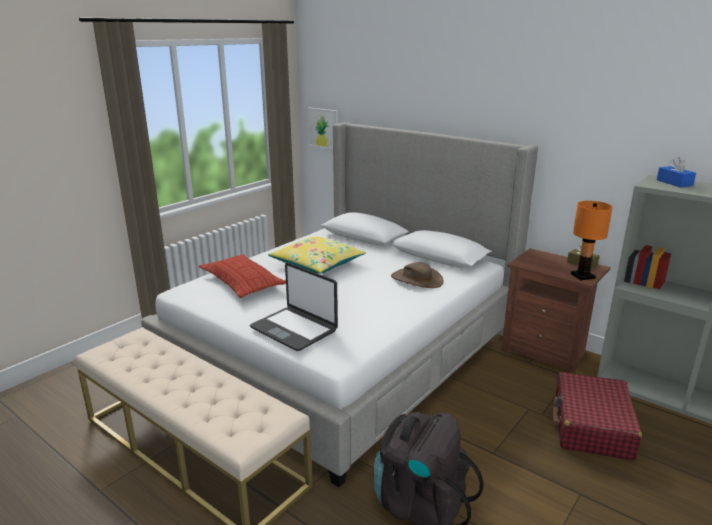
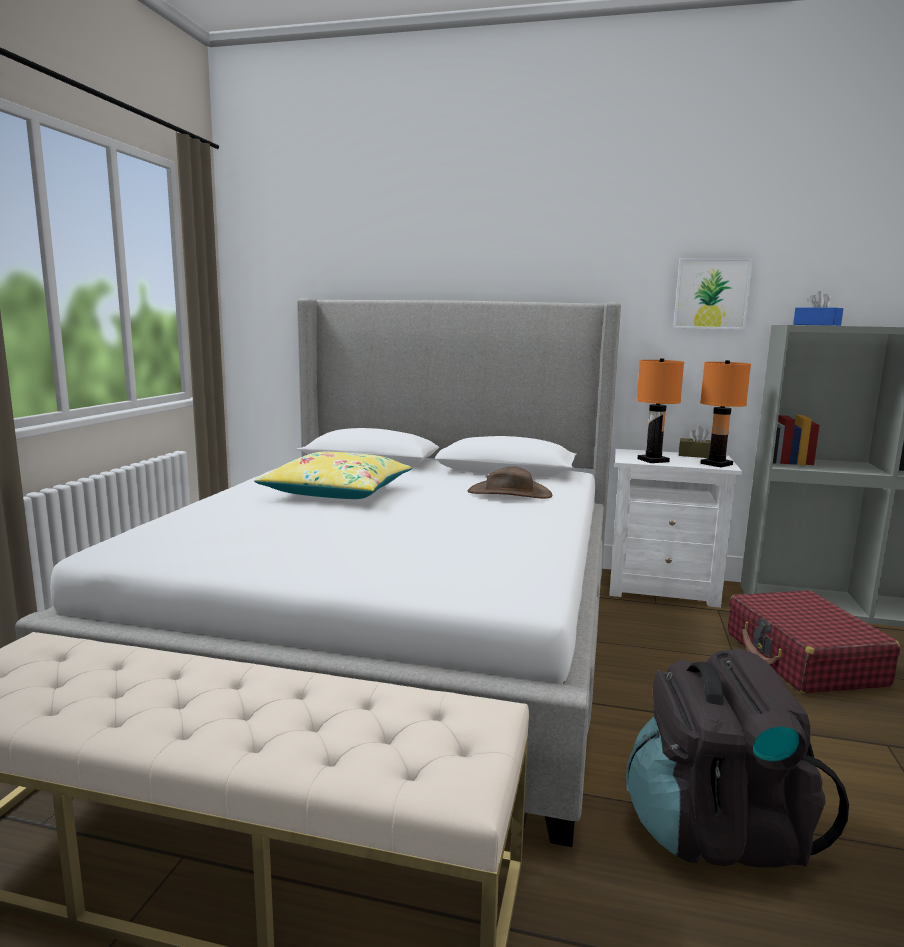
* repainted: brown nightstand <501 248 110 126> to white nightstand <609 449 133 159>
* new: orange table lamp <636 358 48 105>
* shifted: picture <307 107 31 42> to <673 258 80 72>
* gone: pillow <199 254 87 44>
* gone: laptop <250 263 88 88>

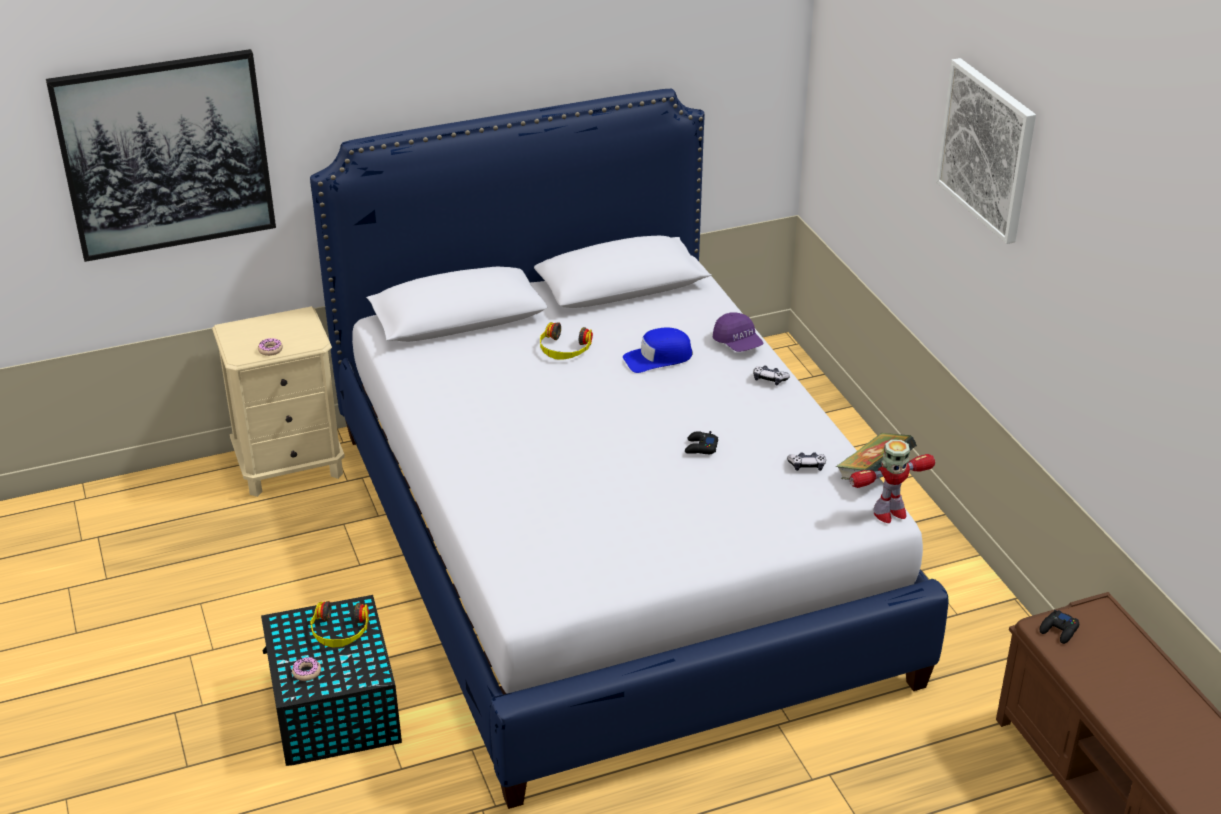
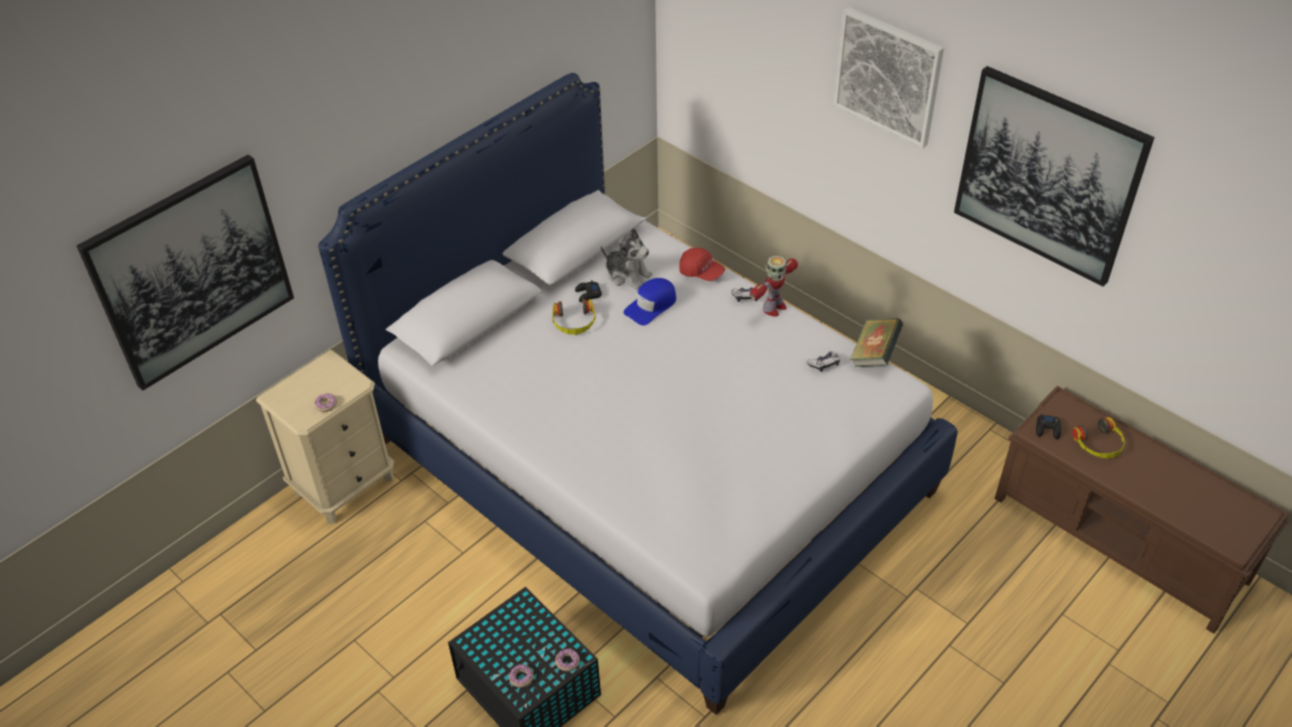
* new: donut <555 649 25 22>
* shifted: black game controller <685 431 33 23> to <575 280 27 22>
* new: plush toy <600 228 52 62>
* repainted: purple cap <713 312 51 40> to red cap <679 248 46 33>
* shifted: toy robot <850 440 85 83> to <750 256 48 60>
* new: picture <954 66 200 221>
* shifted: headphones <311 601 58 47> to <1073 417 52 42>

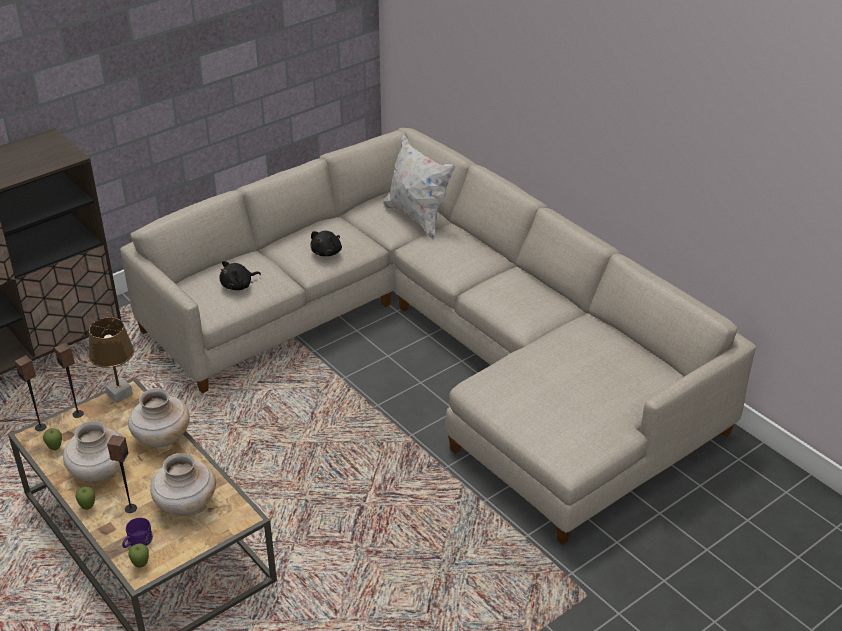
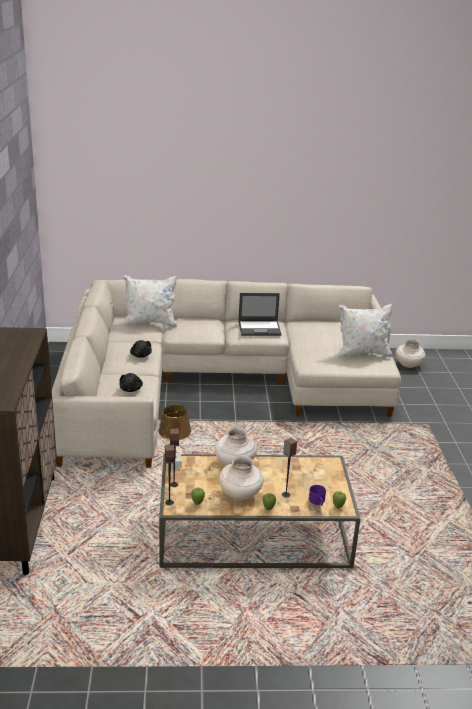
* new: laptop <239 293 42 43>
* new: white pillow <338 303 55 56>
* shifted: beige vase <150 453 66 63> to <395 339 31 29>

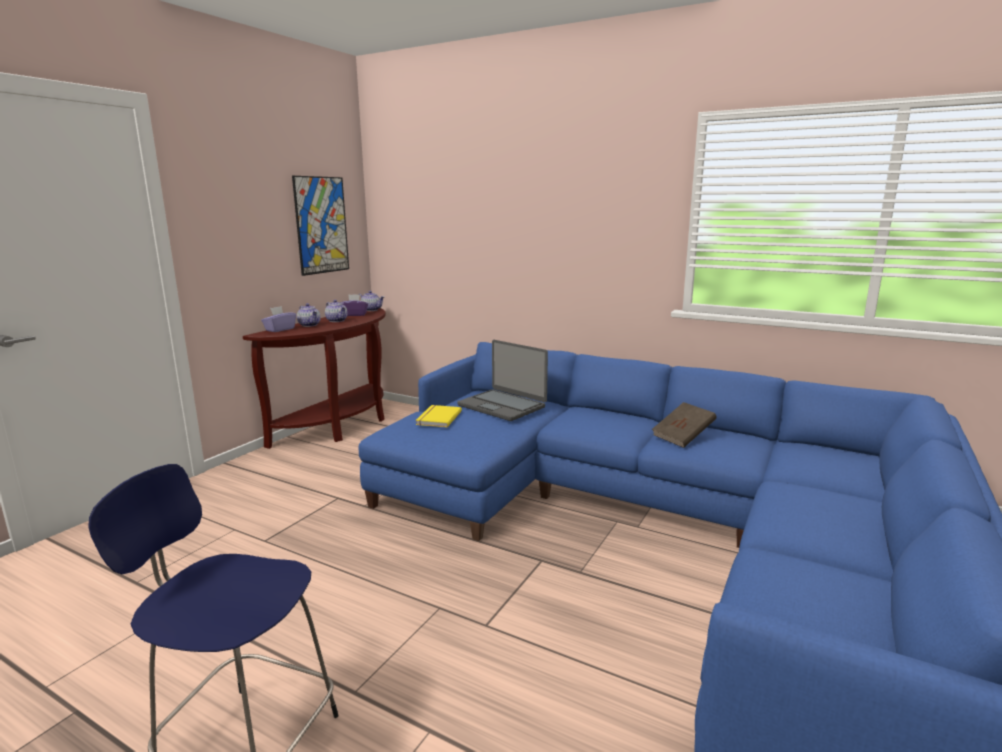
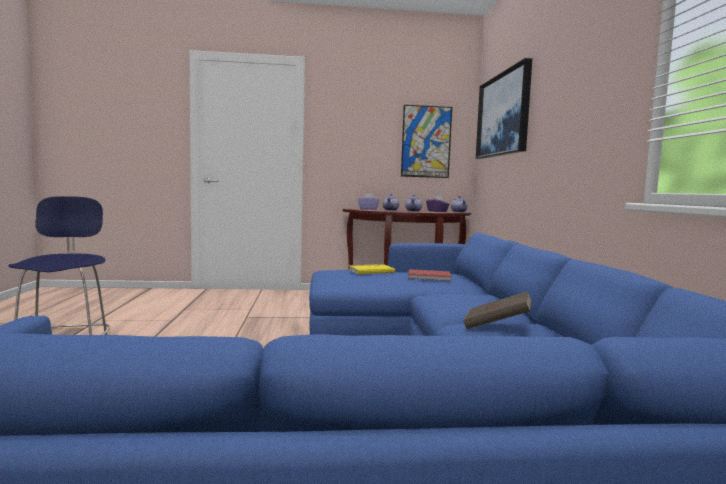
* swapped: laptop <457 340 91 81> to red book <408 269 43 12>
* new: picture <476 58 56 101>

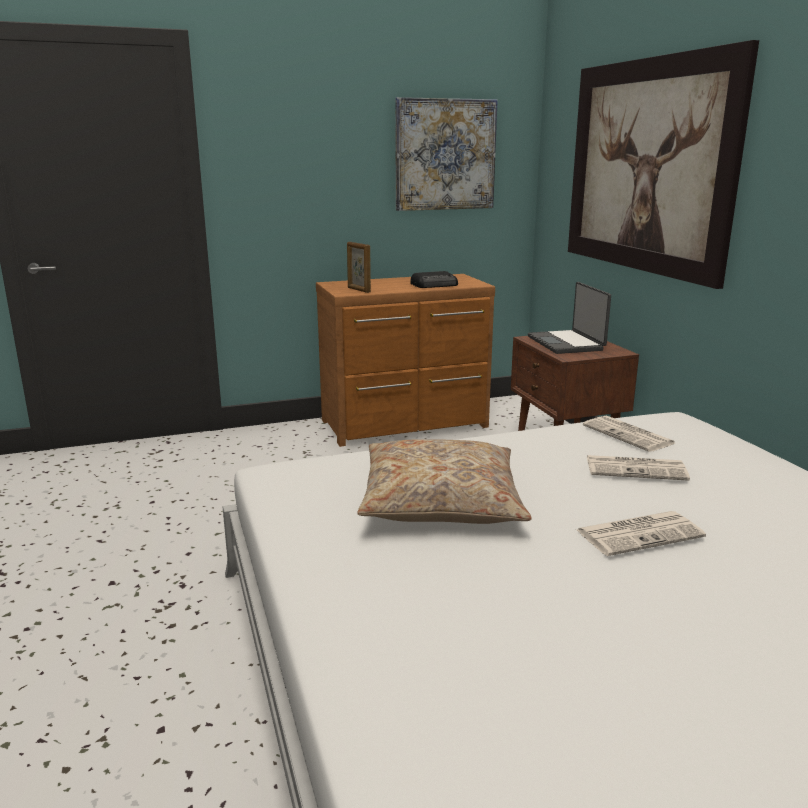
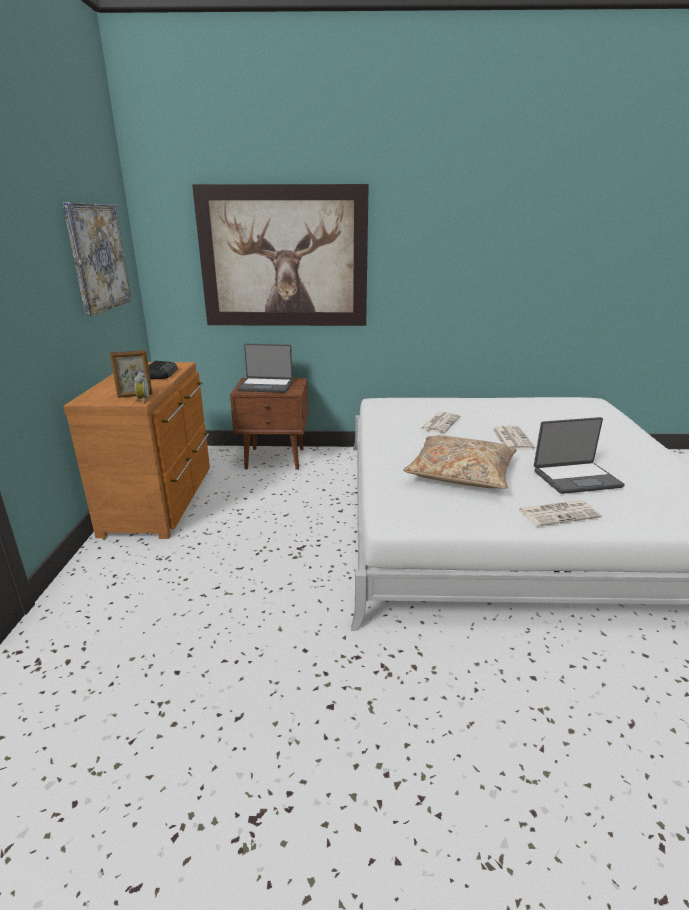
* new: alarm clock <134 372 15 31>
* shifted: newspaper <583 416 94 36> to <518 500 84 26>
* new: laptop <534 417 91 77>

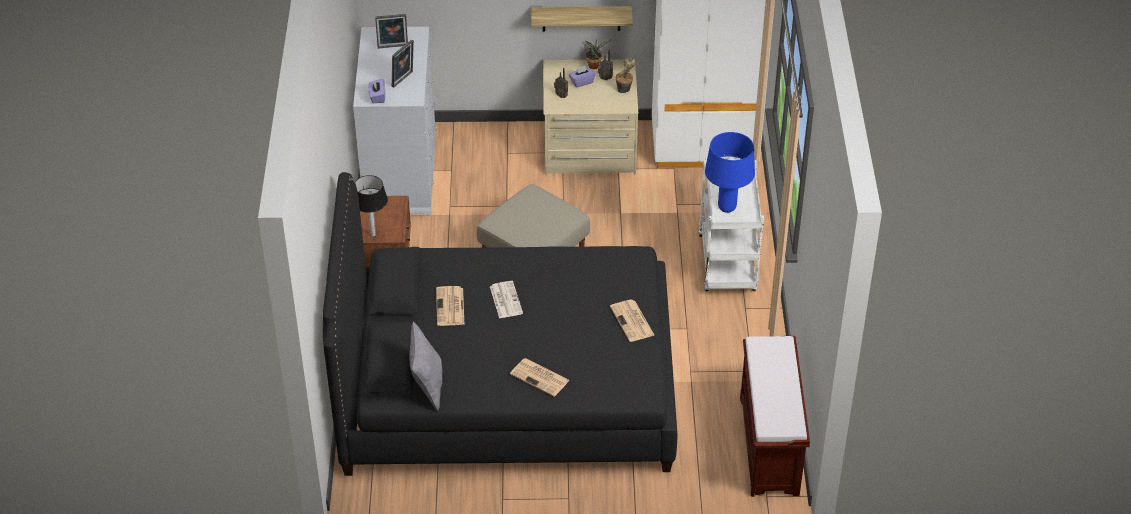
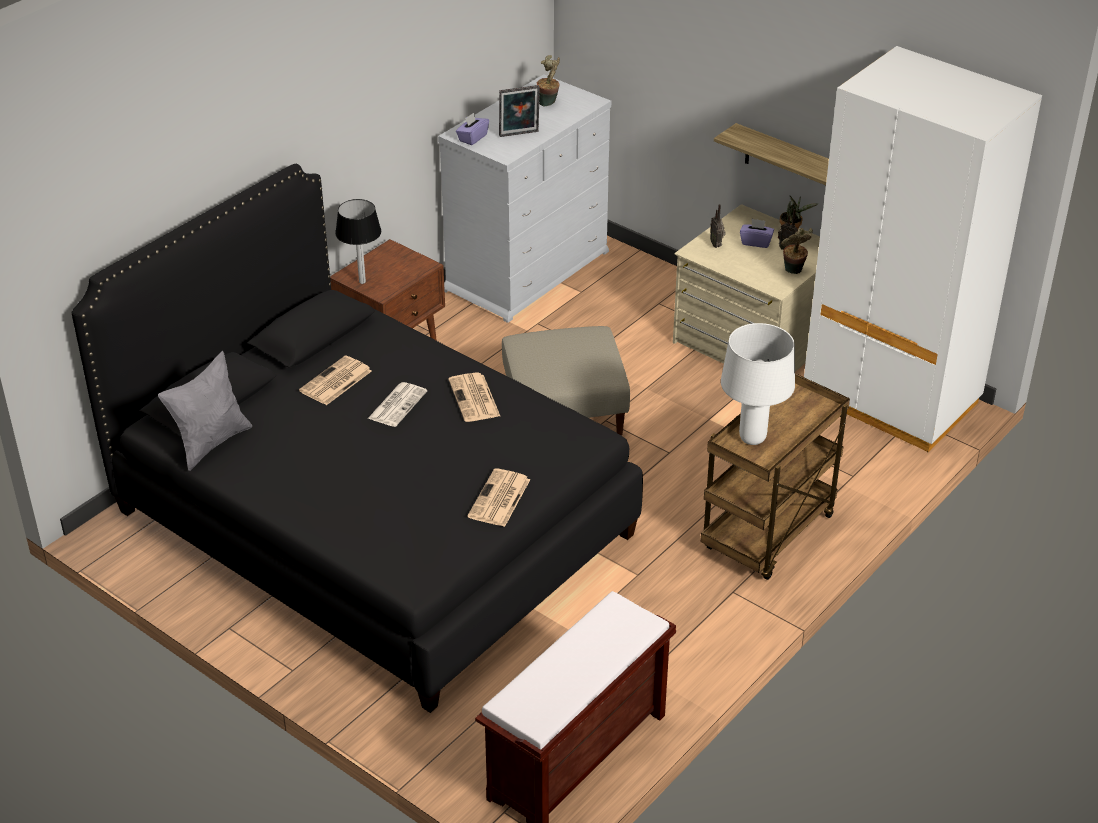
* shifted: newspaper <510 358 60 39> to <448 372 52 50>
* swapped: picture frame <375 14 33 35> to potted plant <537 55 23 52>
* repainted: white cart <699 156 65 135> to brown cart <700 373 150 207>
* repainted: blue table lamp <705 132 50 81> to white table lamp <721 323 74 122>

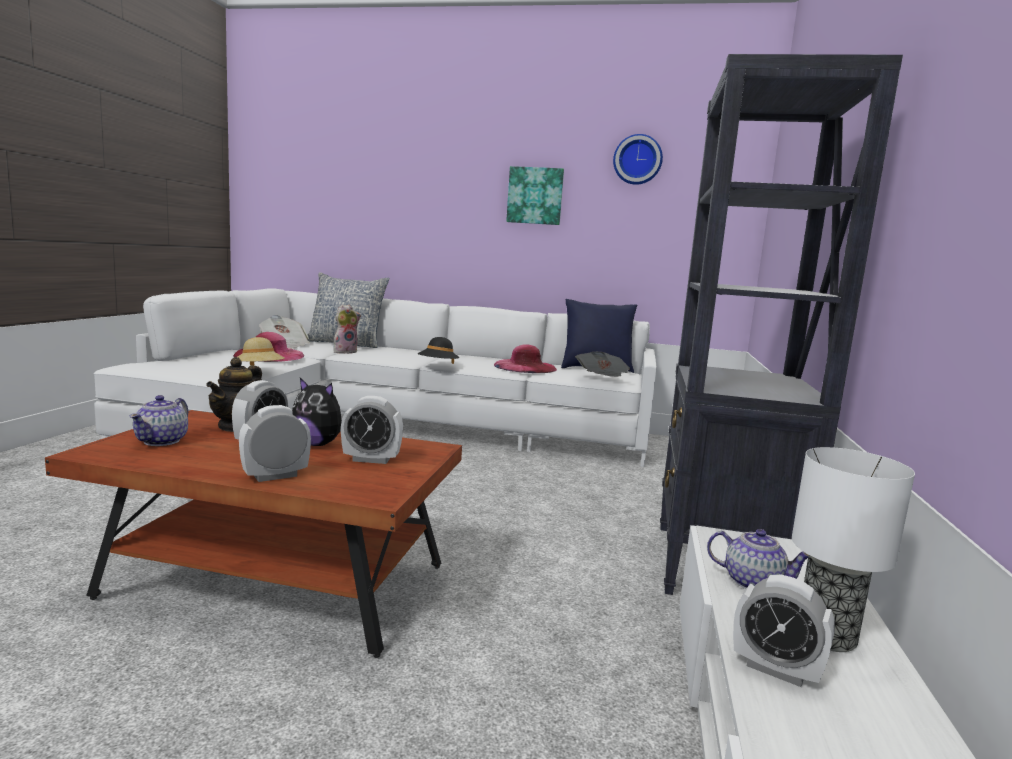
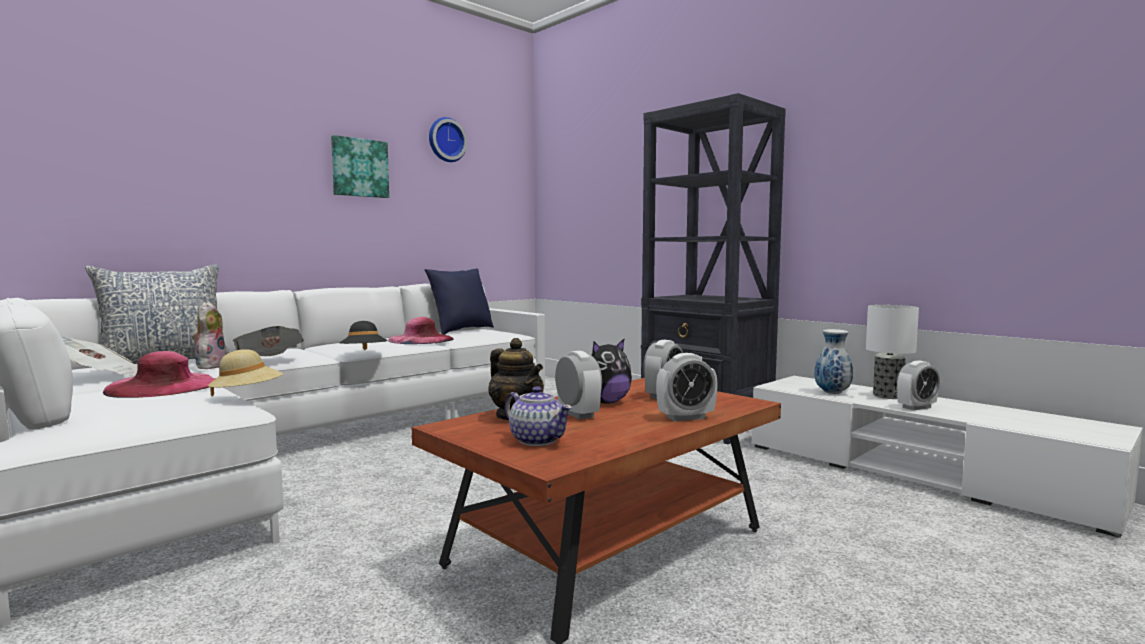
* shifted: newspaper <575 352 55 25> to <233 326 71 30>
* rotated: alarm clock <239 405 72 77> = <656 353 62 68> 105 degrees counterclockwise
* swapped: teapot <707 529 102 60> to vase <814 329 39 65>

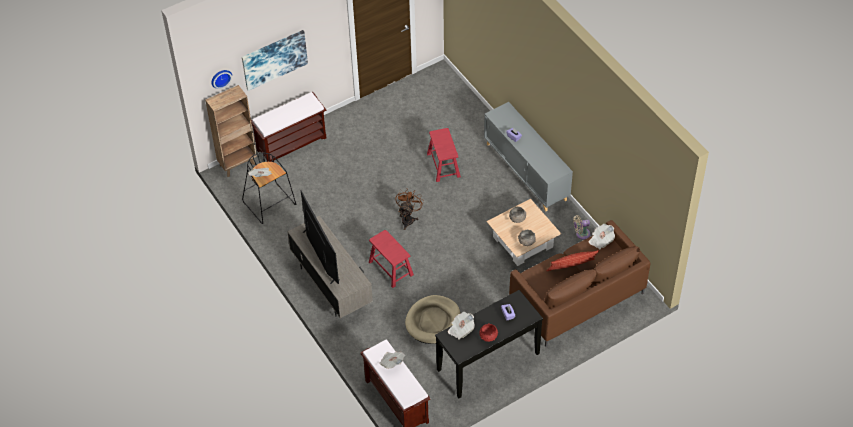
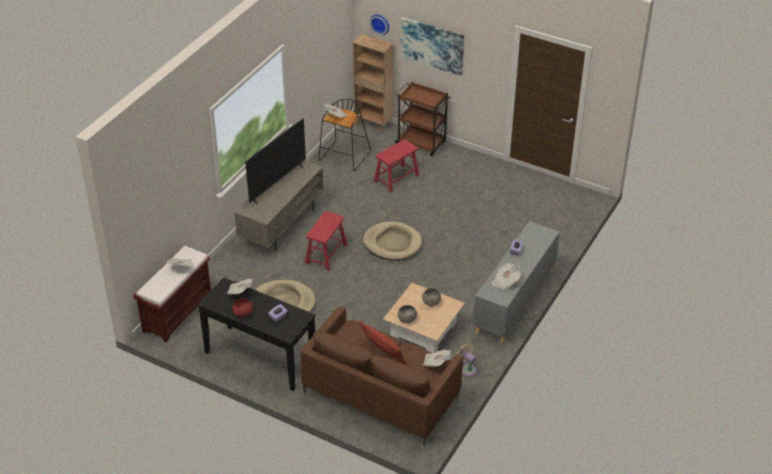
* swapped: brown fan <395 188 29 42> to beige dog bed <363 222 59 38>
* shifted: red stool <427 128 34 54> to <374 140 46 53>
* swapped: brown bench <251 92 76 70> to brown cart <394 81 57 75>
* new: newspaper <492 263 29 27>

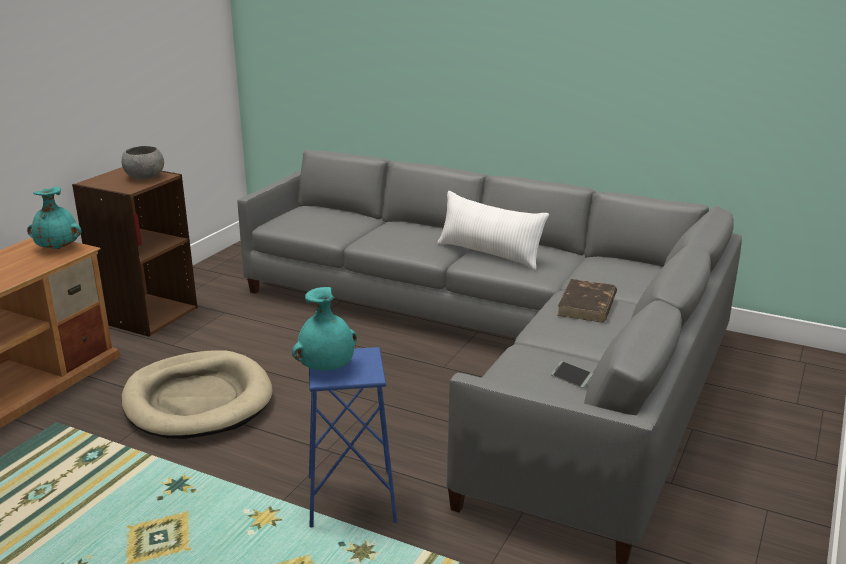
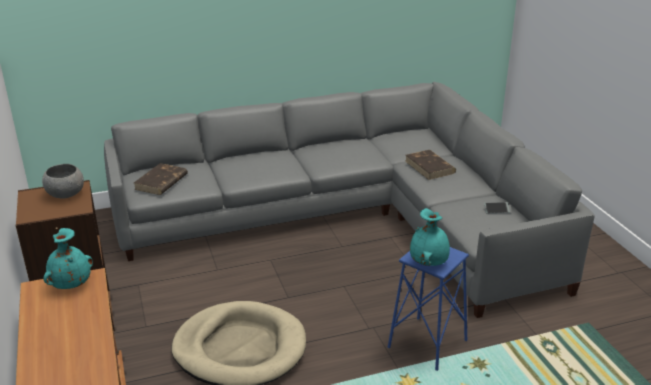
* new: brown book <134 163 54 32>
* gone: white pillow <437 191 112 79>

